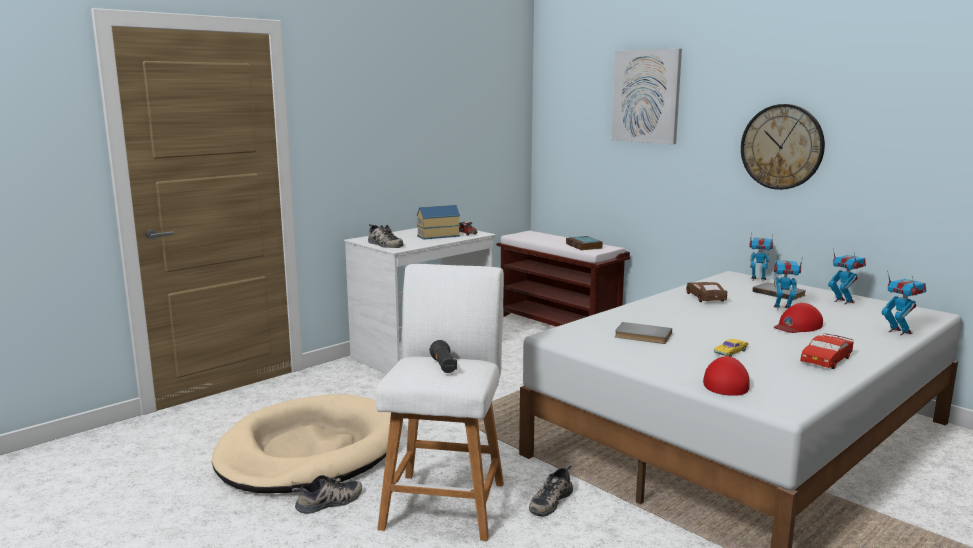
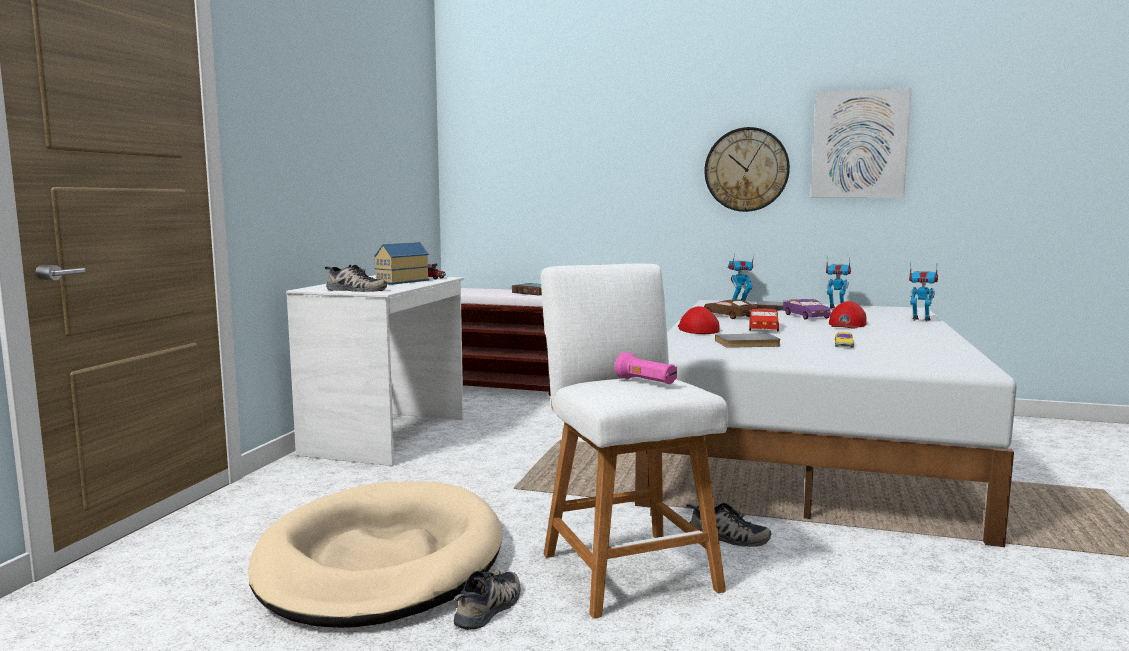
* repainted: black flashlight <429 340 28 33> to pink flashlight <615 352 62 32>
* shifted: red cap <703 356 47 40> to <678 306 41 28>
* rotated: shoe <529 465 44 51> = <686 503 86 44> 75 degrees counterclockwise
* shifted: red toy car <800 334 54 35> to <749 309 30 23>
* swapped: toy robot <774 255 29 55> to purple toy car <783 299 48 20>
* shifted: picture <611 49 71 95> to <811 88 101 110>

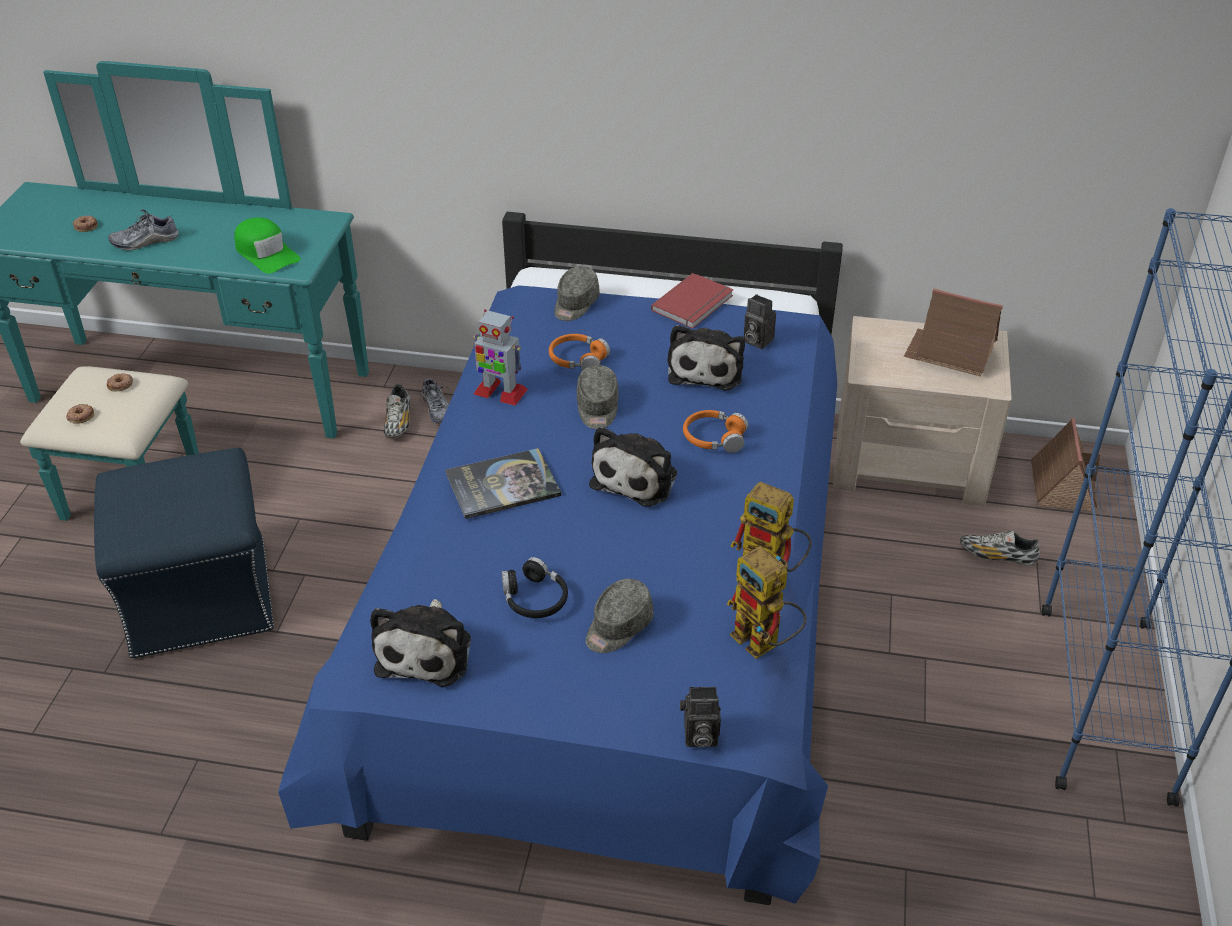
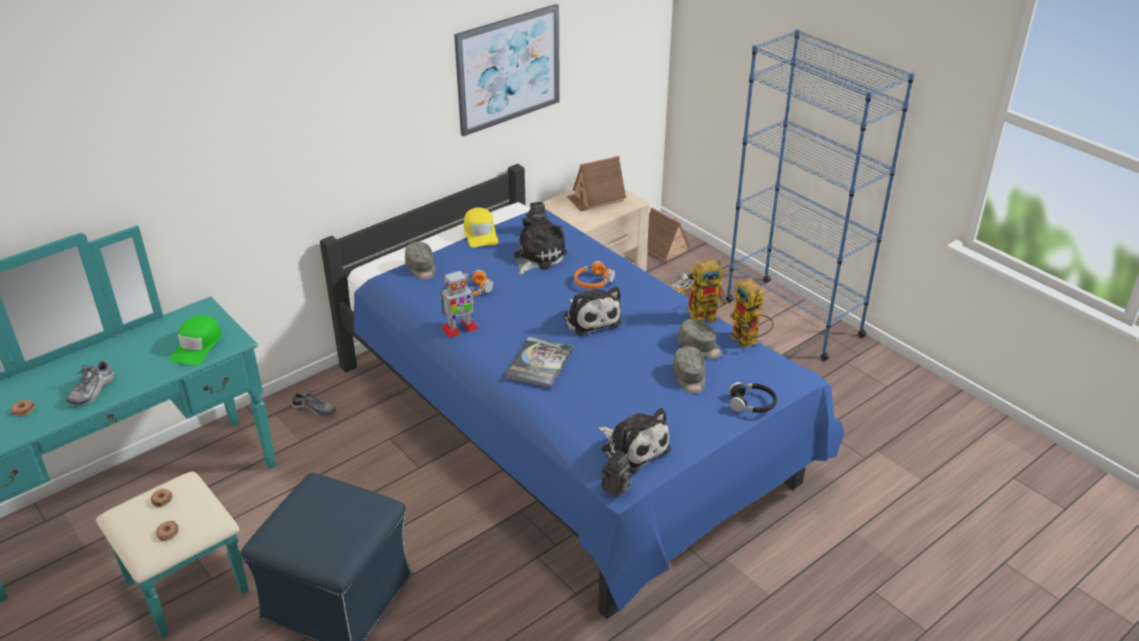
* rotated: green cap <234 217 67 57> = <170 315 51 51> 105 degrees clockwise
* new: picture <454 4 106 133>
* swapped: red book <651 273 83 56> to yellow cap <464 208 34 39>
* rotated: plush toy <667 325 78 66> = <514 218 54 57> 105 degrees counterclockwise
* shifted: photo camera <680 687 41 60> to <601 450 30 47>
* shifted: grey cap <577 365 42 64> to <678 319 44 40>
* shifted: black headphones <502 557 66 61> to <729 382 48 31>
* rotated: toy robot <727 546 80 113> = <730 278 44 70> 60 degrees clockwise
* gone: shoe <384 384 27 54>

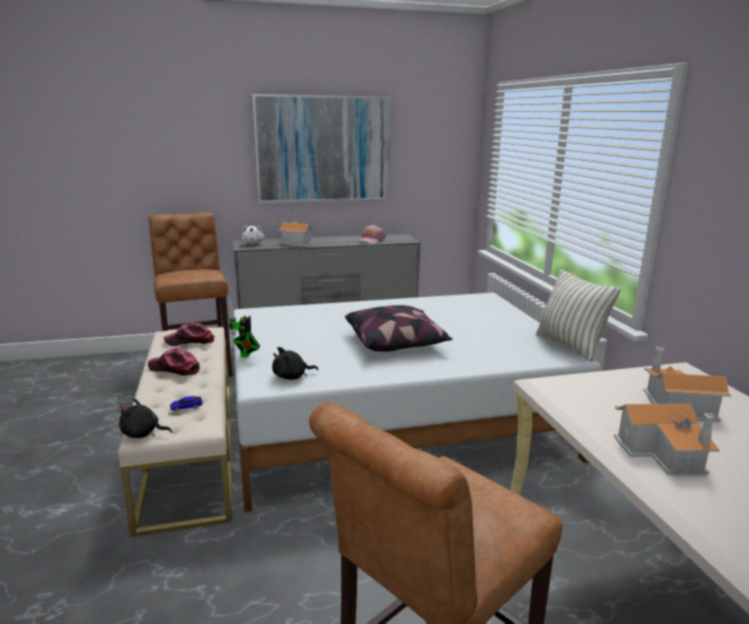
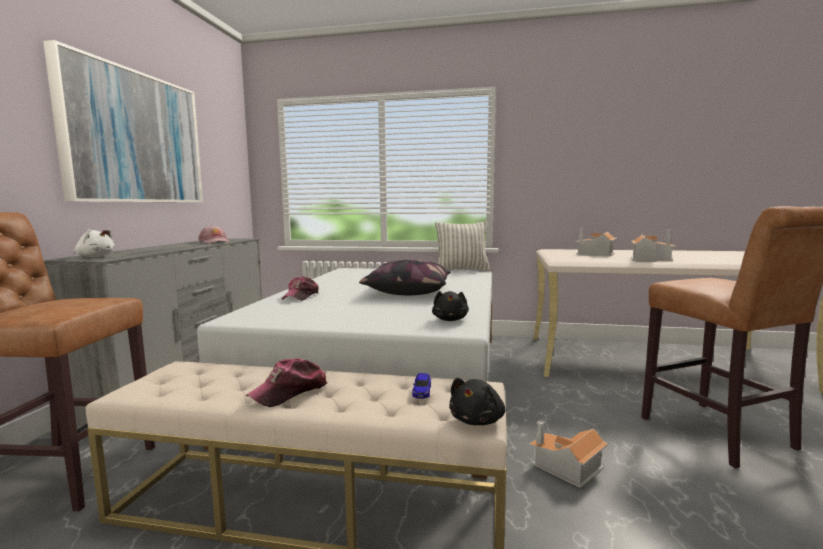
* shifted: cap <163 322 51 24> to <282 276 37 25>
* shifted: toy house <278 214 35 33> to <529 421 79 67>
* gone: toy robot <228 297 32 61>

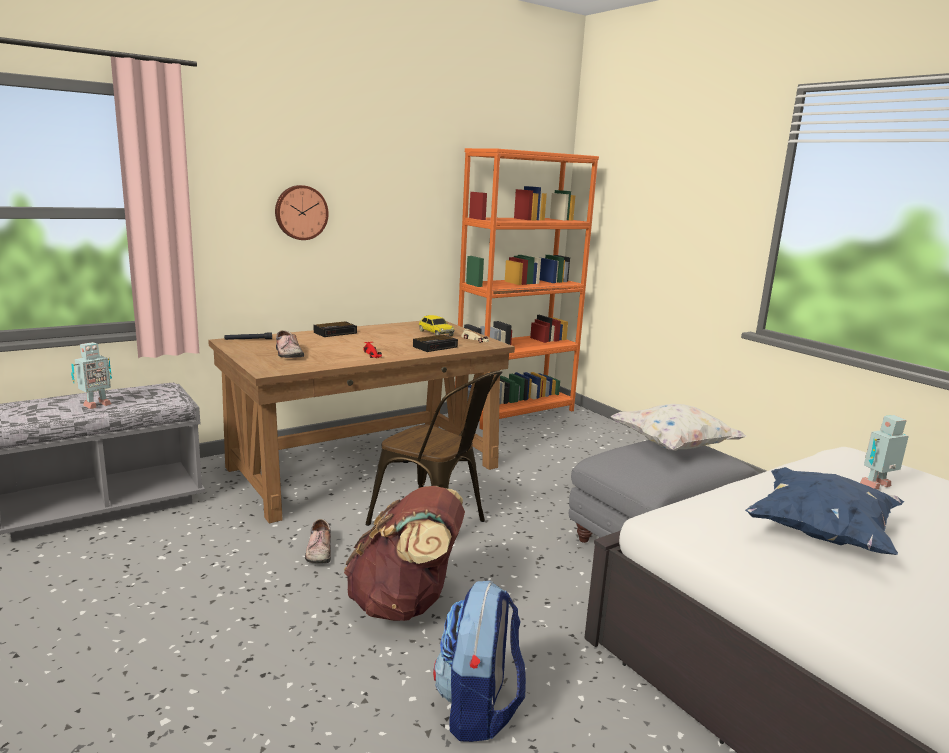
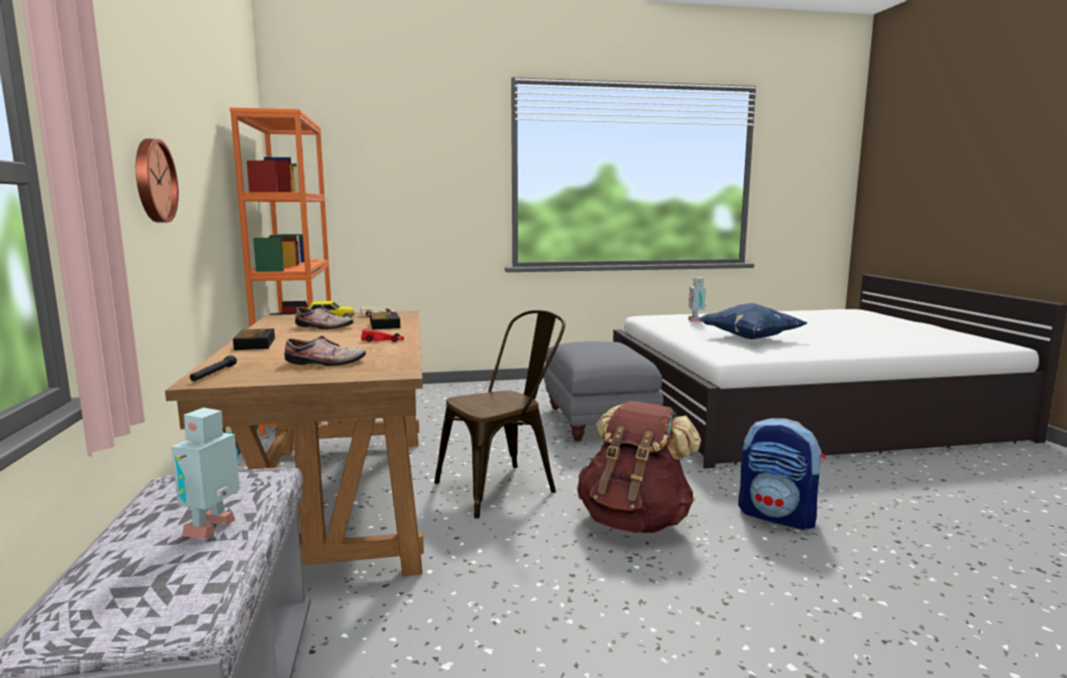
* rotated: toy robot <71 342 41 67> = <171 408 69 132> 135 degrees counterclockwise
* shifted: shoe <305 519 26 44> to <295 306 59 23>
* gone: white pillow <611 404 136 47>

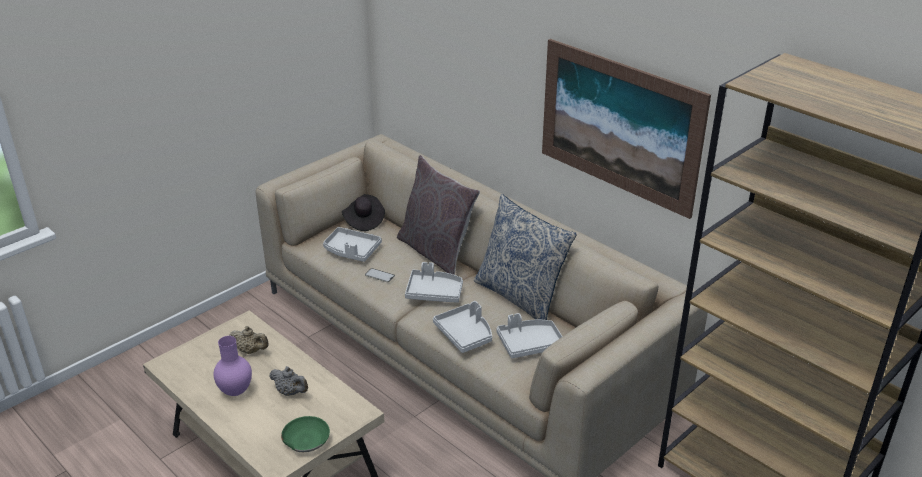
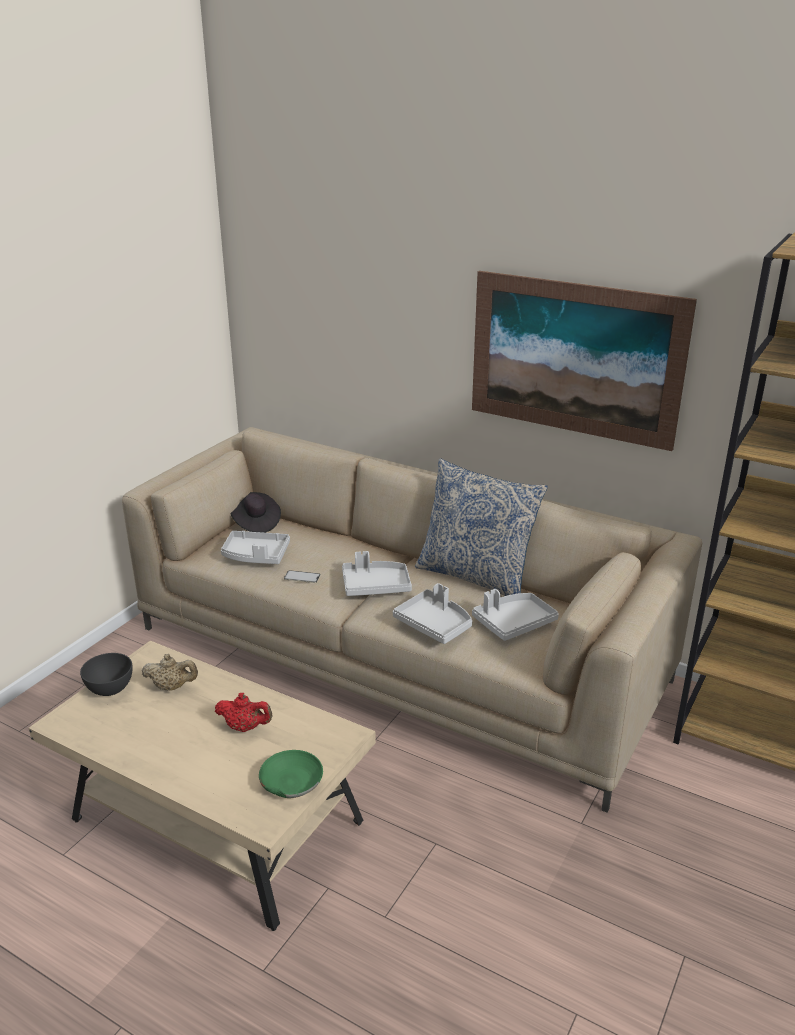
* new: grey bowl <80 653 53 43>
* repainted: grey teapot <269 366 39 30> to red teapot <215 693 57 39>
* gone: purple vase <213 336 39 60>
* gone: grey pillow <397 155 83 120>

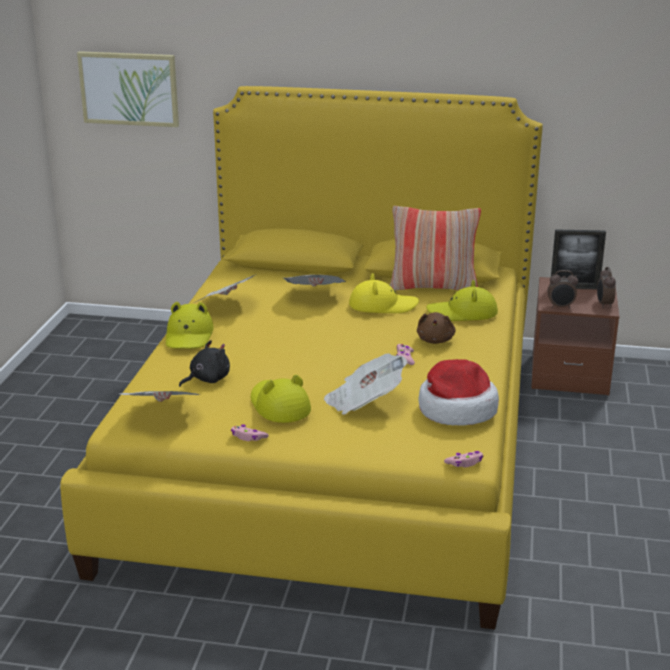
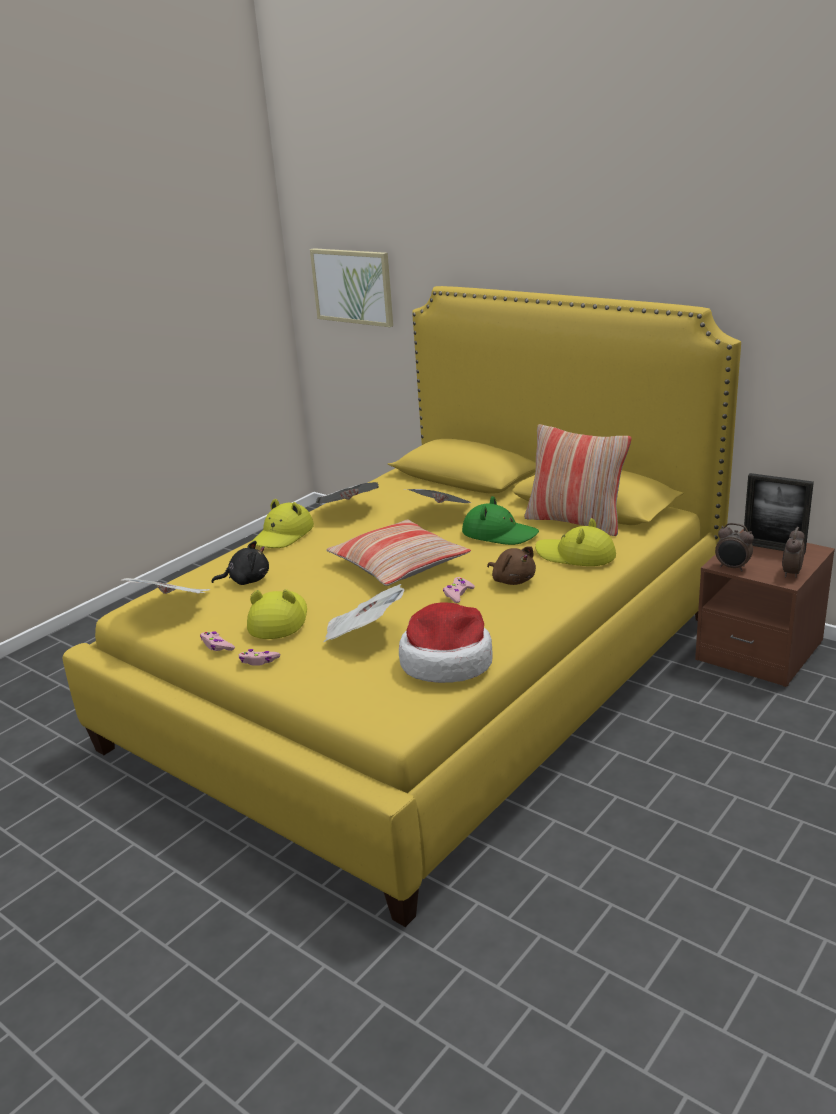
* shifted: pink game controller <444 451 40 16> to <239 649 41 17>
* new: pillow <326 520 145 66>
* repainted: yellow hat <349 273 70 40> to green hat <462 496 77 49>
* rotated: brown plush toy <417 312 39 32> = <487 546 49 39> 75 degrees counterclockwise

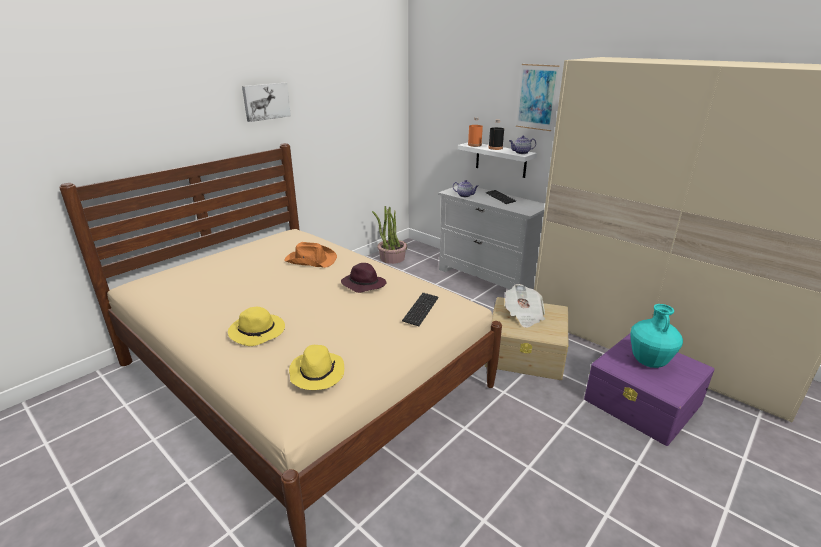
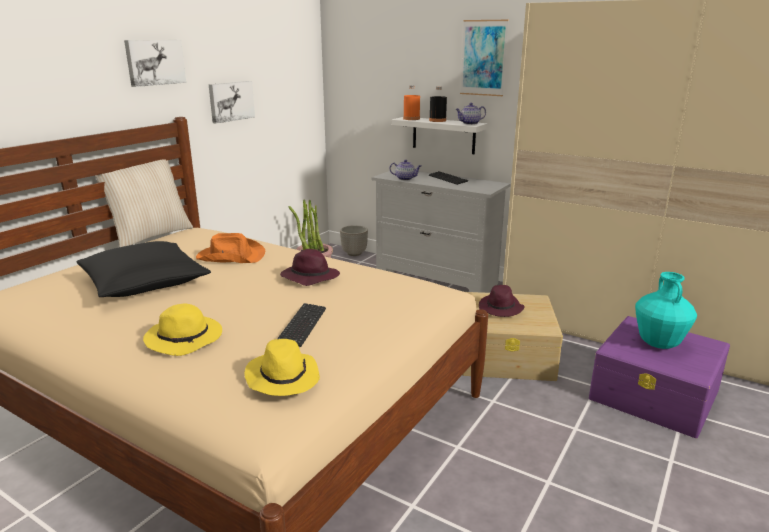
* new: black pillow <76 241 135 56>
* new: beige pillow <95 159 98 88>
* new: picture <209 81 46 43>
* shifted: keyboard <402 293 36 33> to <277 303 49 44>
* new: planter <340 225 28 31>
* swapped: newspaper <505 284 40 44> to purple hat <479 285 45 32>

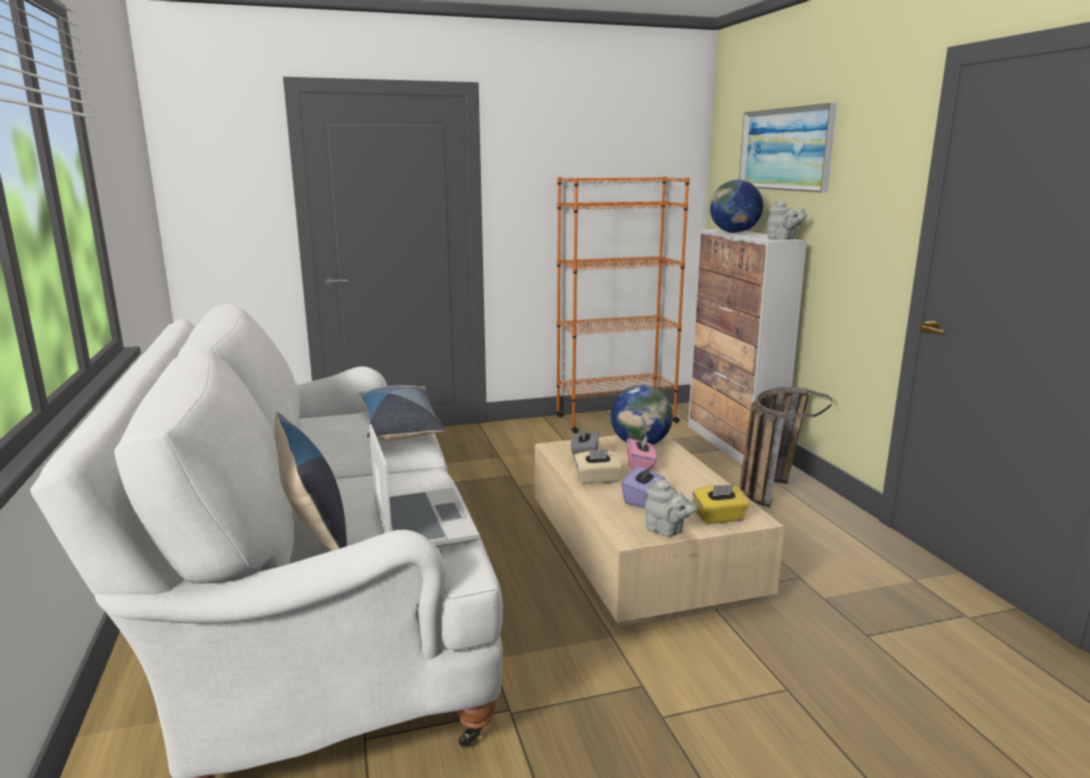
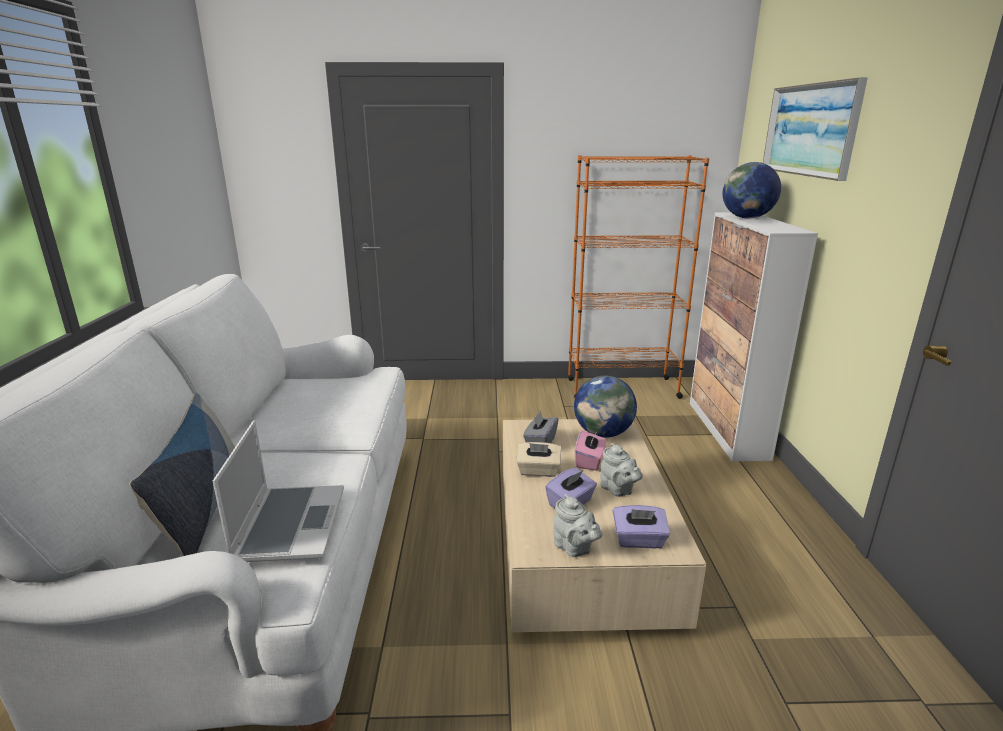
* shifted: grey teapot <767 201 40 38> to <600 443 43 54>
* repainted: yellow tissue box <693 485 57 39> to purple tissue box <613 505 57 43>
* gone: pillow <358 385 87 57>
* gone: basket <740 387 92 121>

